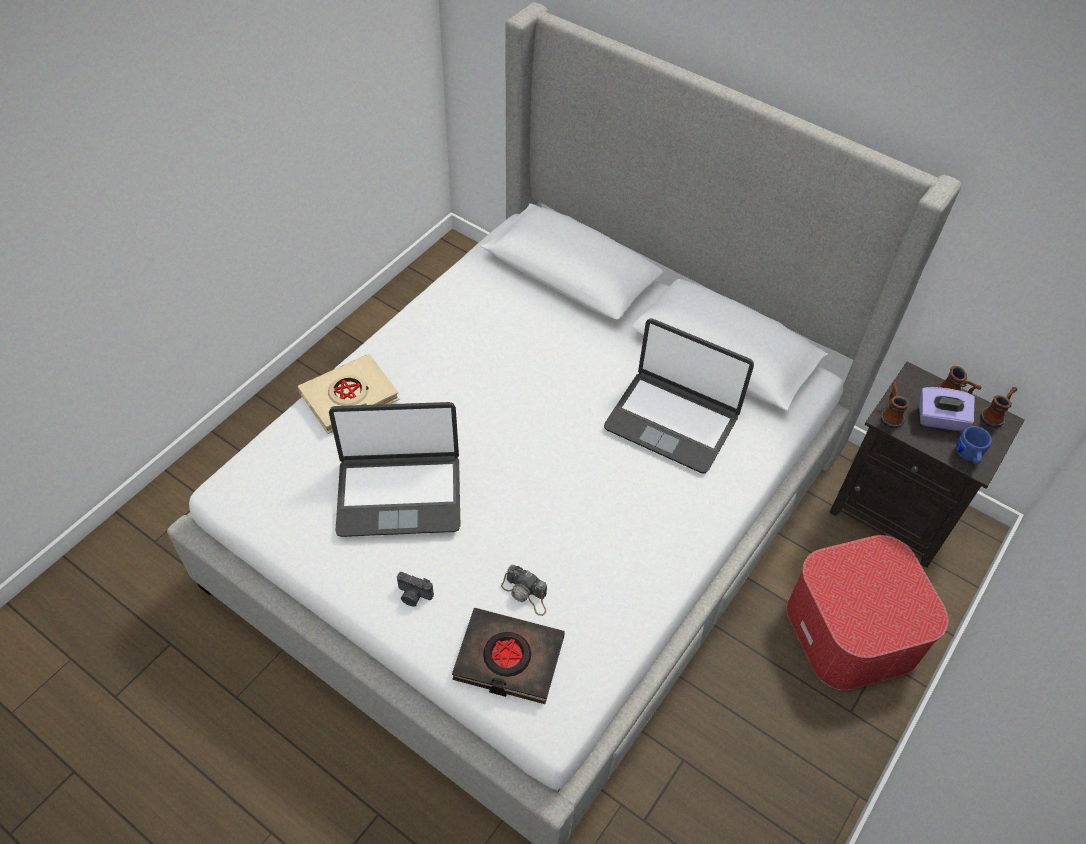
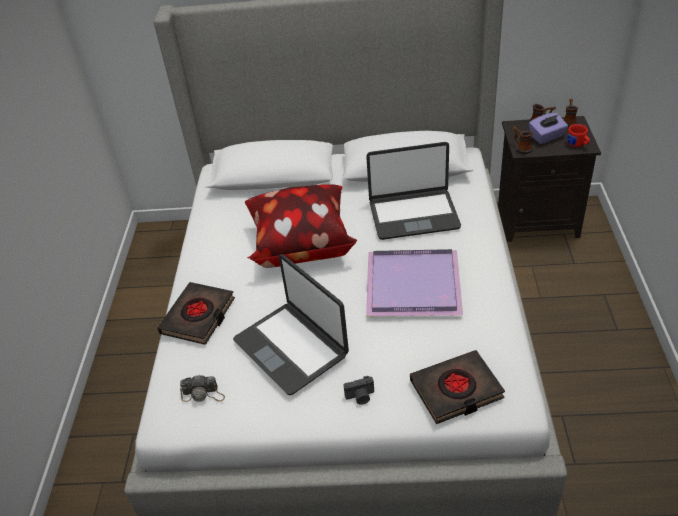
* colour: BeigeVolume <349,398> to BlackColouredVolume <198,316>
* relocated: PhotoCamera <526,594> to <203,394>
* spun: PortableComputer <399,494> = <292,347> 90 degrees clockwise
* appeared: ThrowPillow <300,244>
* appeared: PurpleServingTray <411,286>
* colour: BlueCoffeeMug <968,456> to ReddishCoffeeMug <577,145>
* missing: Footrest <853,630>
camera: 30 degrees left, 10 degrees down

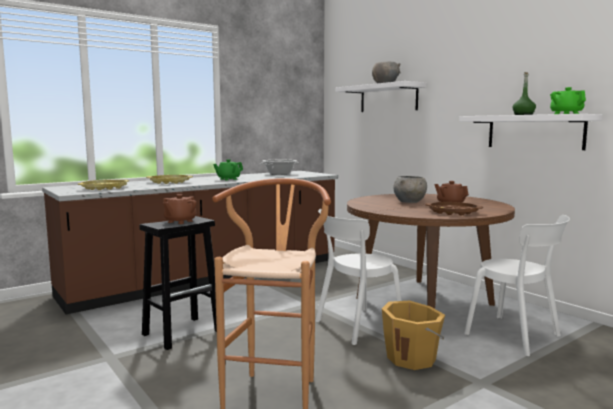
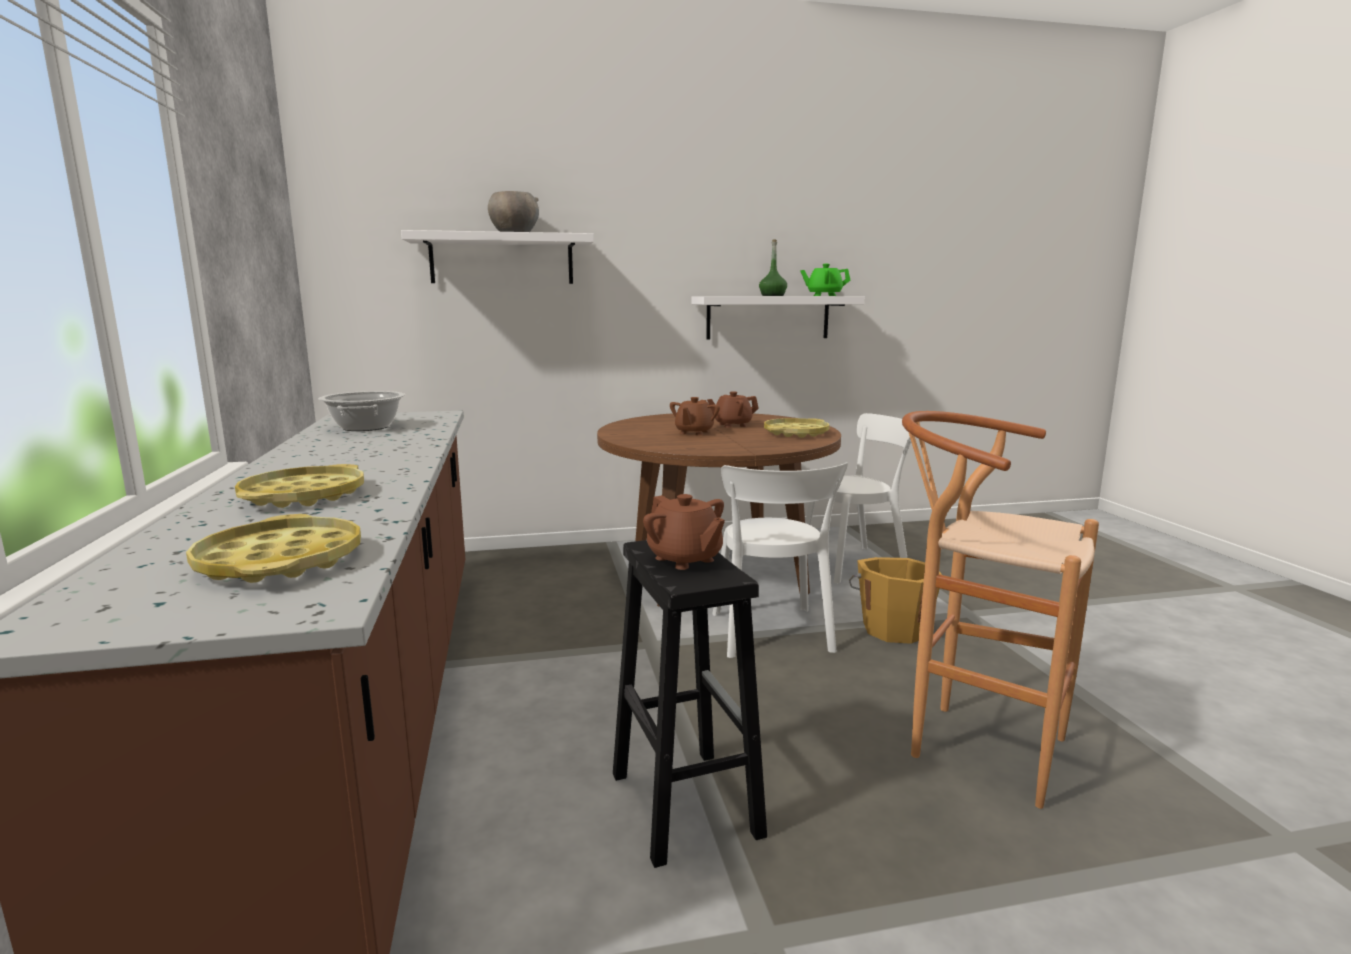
* exchanged: GreyishBowl <410,202> to BrownPotForTea <694,432>
* colour: BrownServingTray <453,212> to YellowColouredServingTray <796,433>
* missing: GreenPotForTea <228,179>
camera: 65 degrees left, 5 degrees up

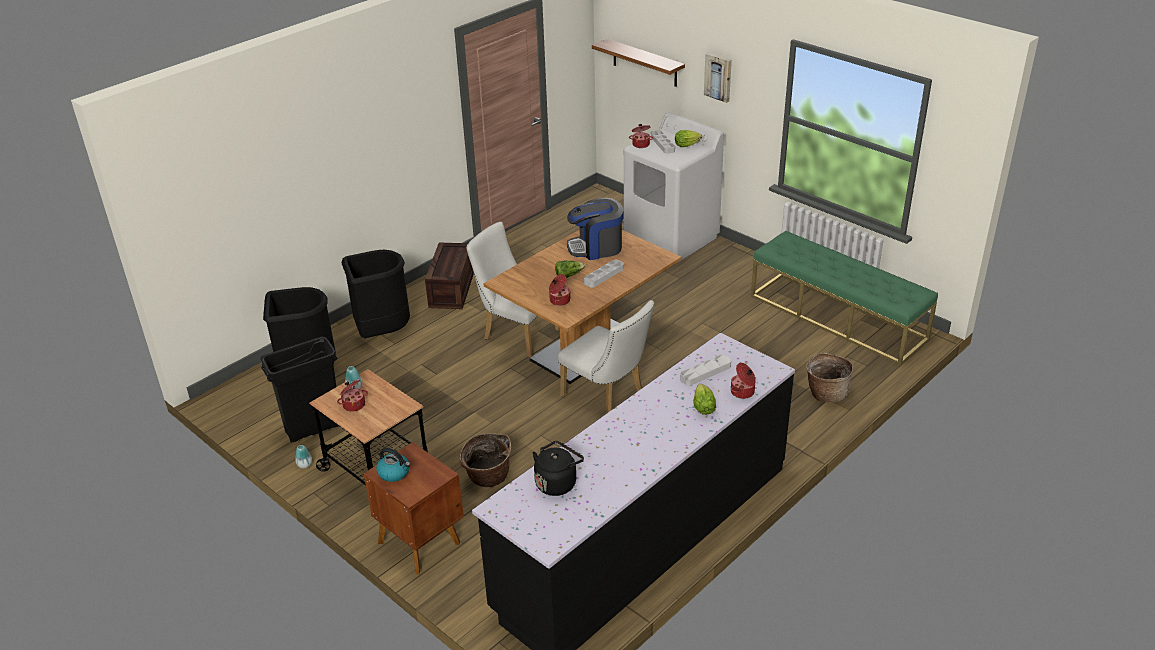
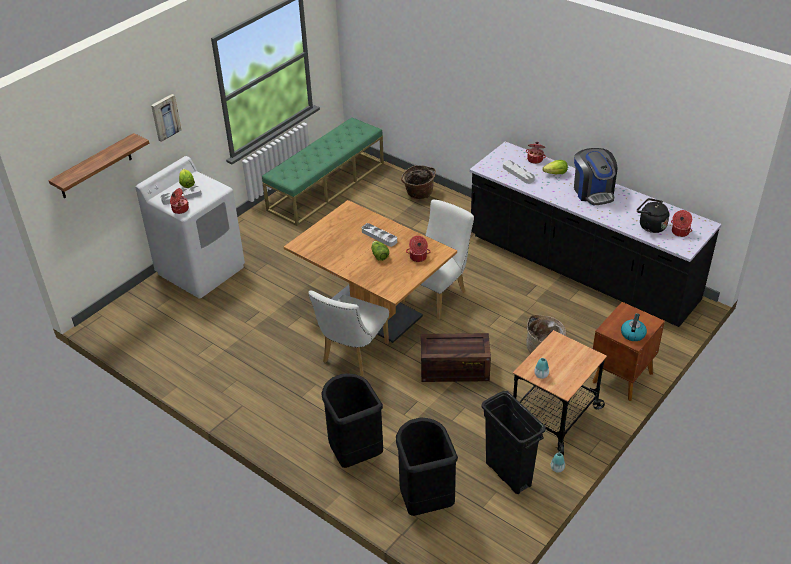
* relocated: PackingCrate <451,288> to <453,370>
* relocated: CoffeeMaker <596,248> to <593,192>
* relocated: Saucepot <353,404> to <679,232>
camera: 95 degrees left, 5 degrees up

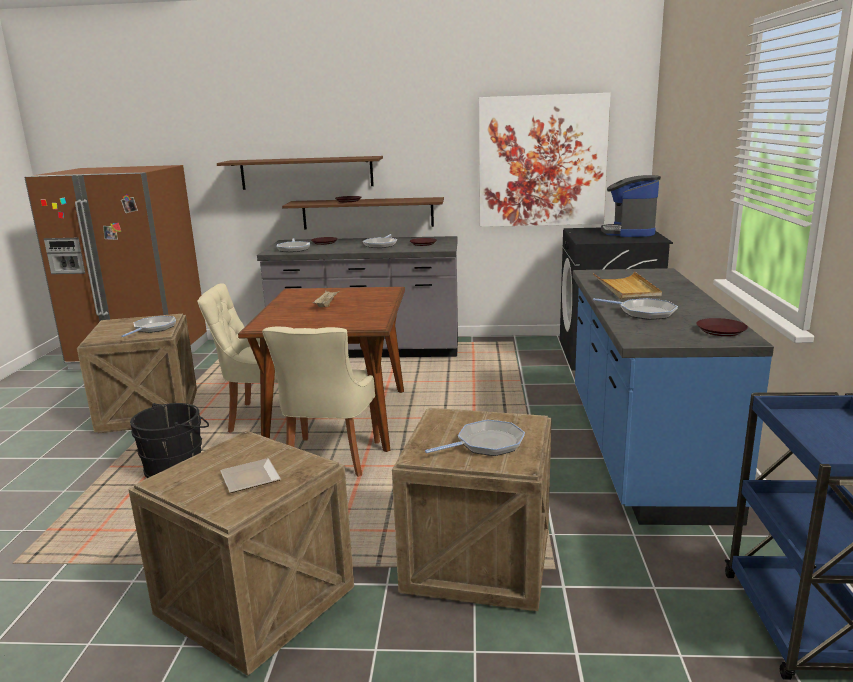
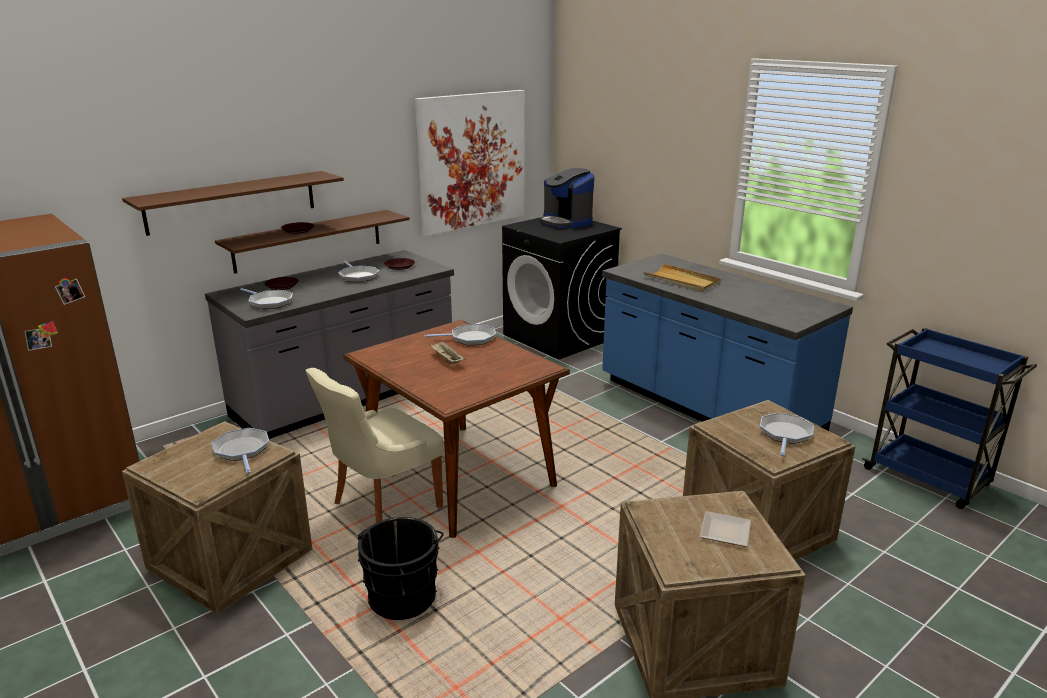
* relocated: Pan <644,313> to <470,338>
* missing: BeigeUprightChair <330,459>
* missing: BrownPlate <721,331>
camera: 45 degrees left, 5 degrees up

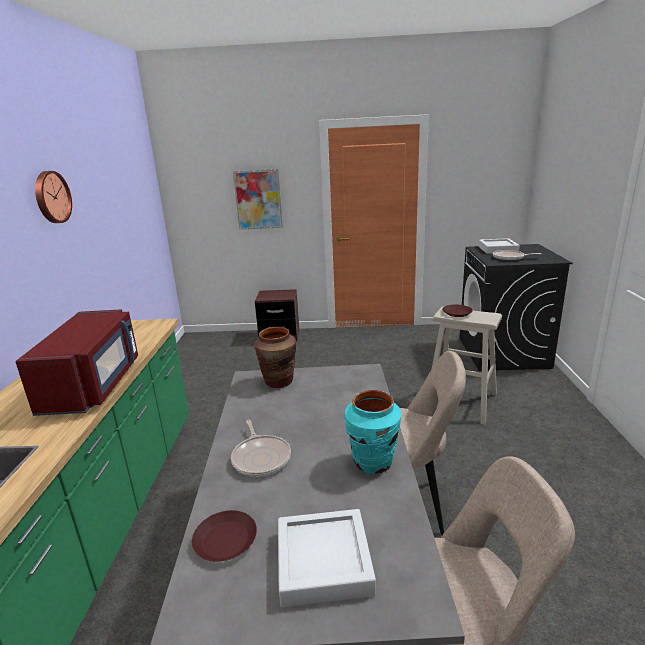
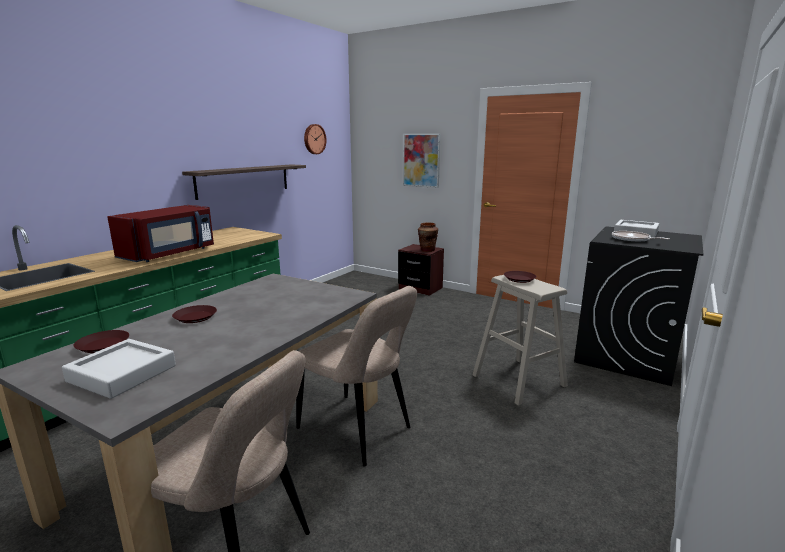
* exchanged: Pan <261,457> to BrownPlate <196,317>
* appeared: Shelf <244,180>
* relocated: ClockOnTheWall <51,197> to <314,139>
* relocated: BrownVase <278,381> to <427,250>
* missing: TurquoiseColouredVase <373,462>
camera: 30 degrees right, 5 degrees down

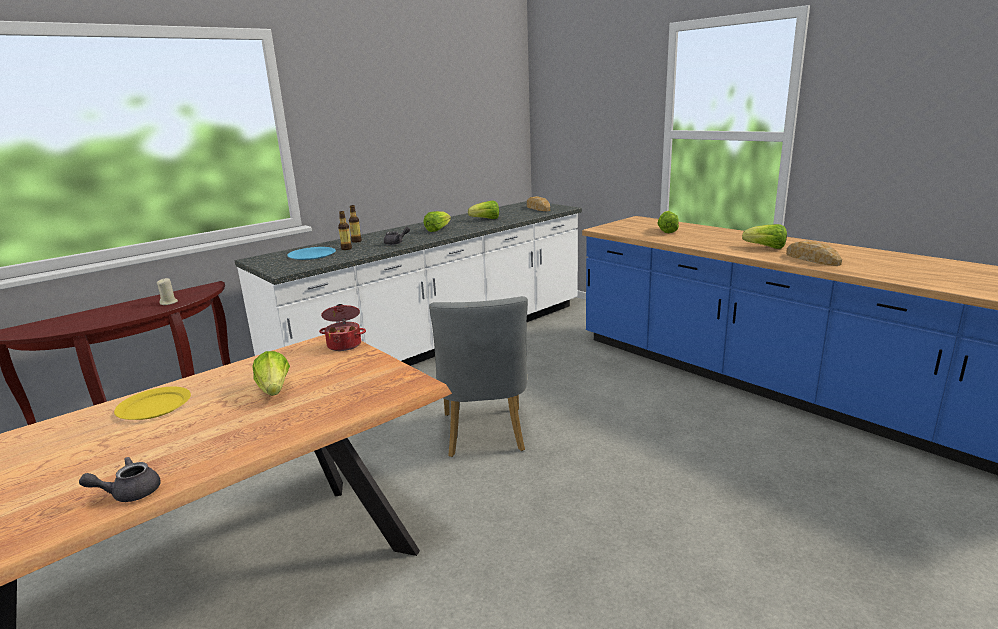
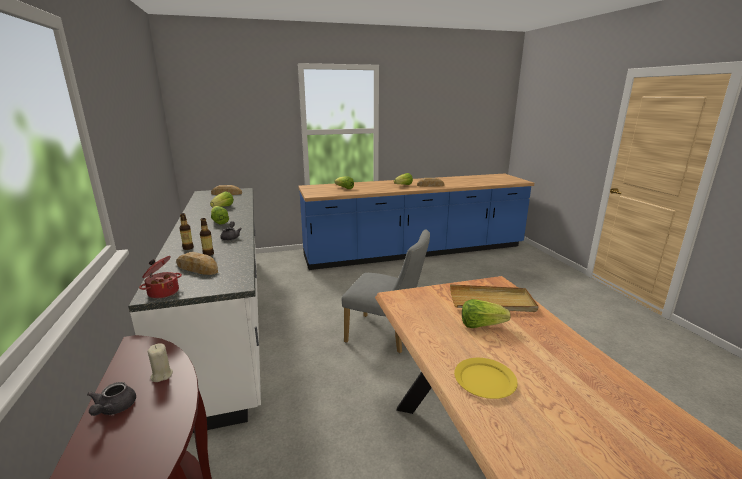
* relocated: GreyishPotForTea <129,493> to <113,409>
* relocated: Saucepot <345,344> to <163,292>
* exchanged: BluePlate <312,254> to Bread <197,268>
* appeared: BeigeServingTray <492,301>
camera: 65 degrees left, 0 degrees up

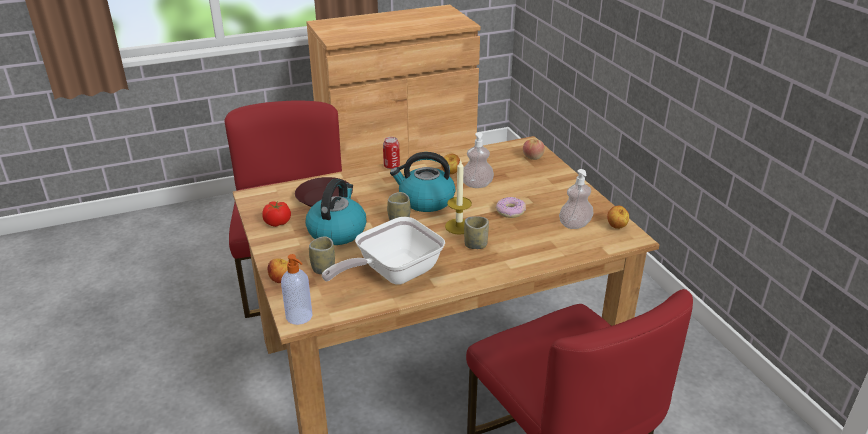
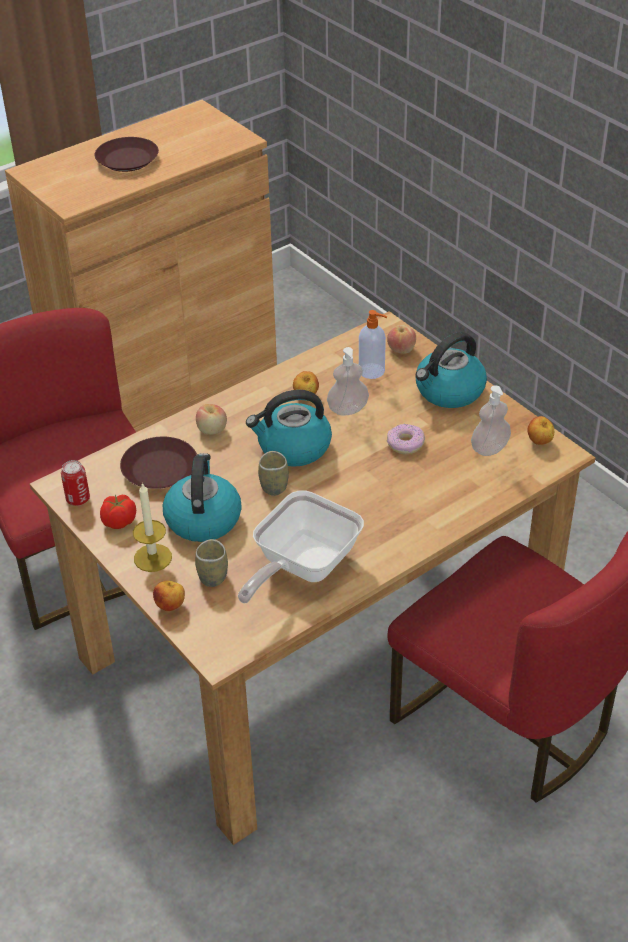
* relocated: MetalCan <391,166> to <78,499>
* appeared: BrownPlate <127,160>
* relocated: Candle <459,226> to <153,558>
* appeared: Apple <212,430>
* relocated: SoapDispenser <300,317> to <372,371>
* appeared: WaterKettle <449,391>
* missing: Cup <475,245>
camera: 15 degrees left, 10 degrees up

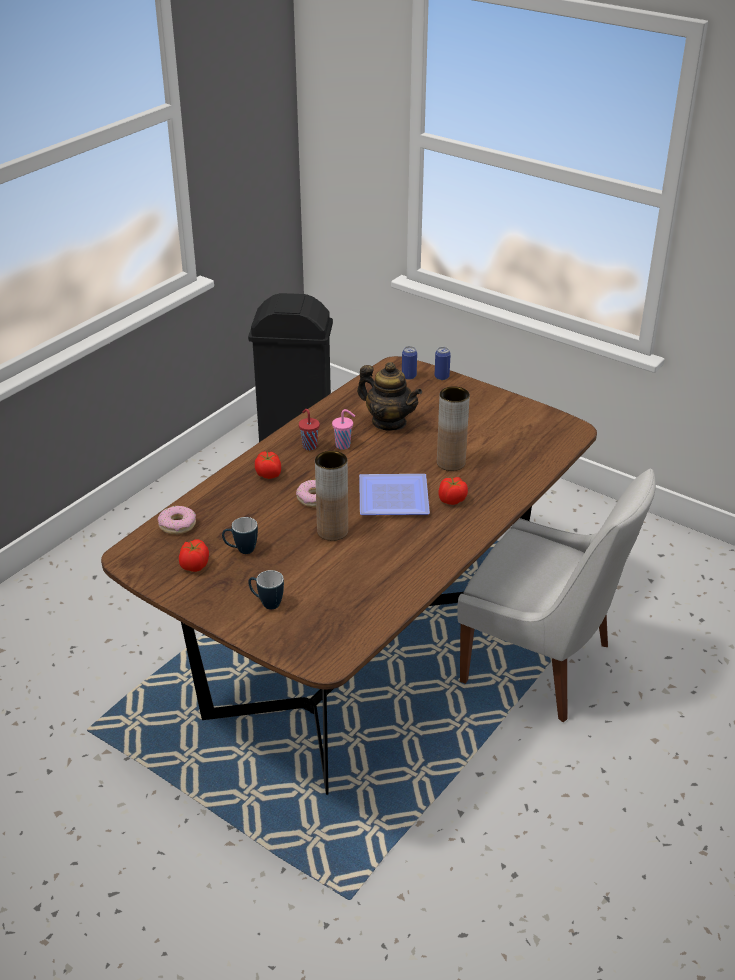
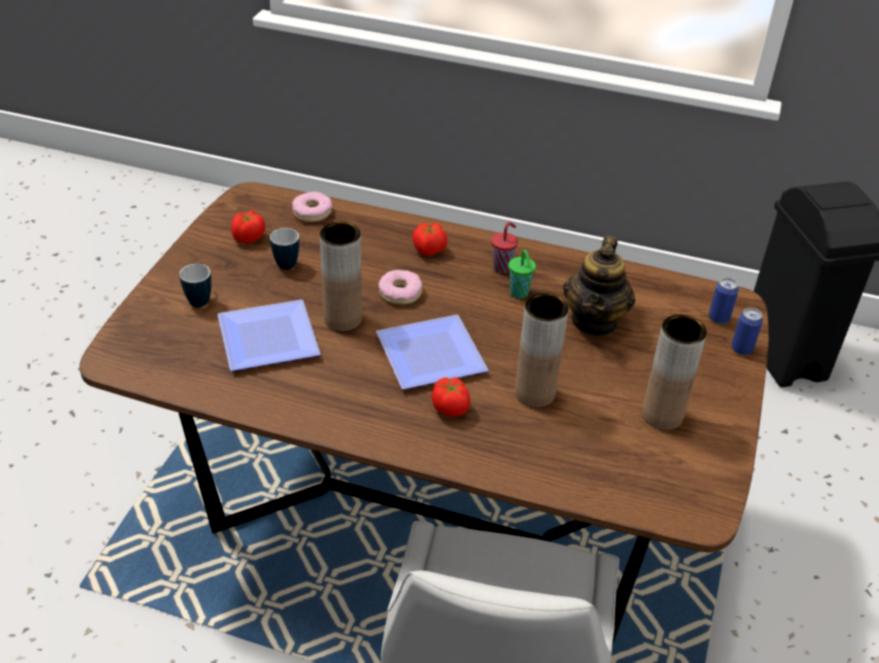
* appeared: Plate <272,340>
* colour: PinkCup <344,445> to GreenCup <519,293>
* appeared: BrownVase <662,415>
camera: 70 degrees right, 5 degrees up

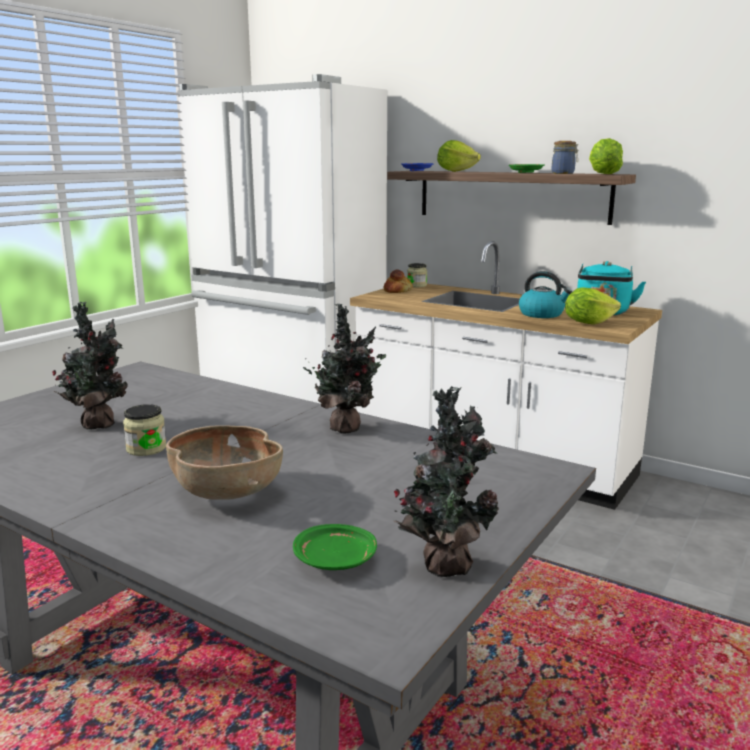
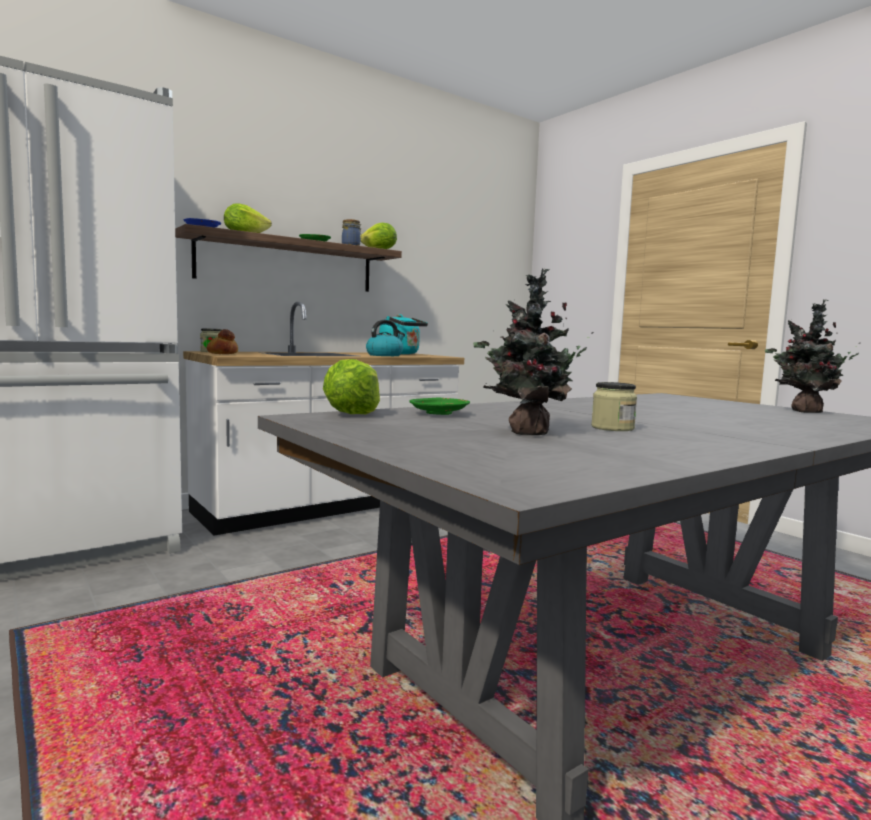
* relocated: LettuceHead <588,322> to <353,414>
* relocated: GreenPlate <336,560> to <439,413>
* missing: BrownBowl <226,492>
* missing: PlantInAPot <347,428>
camera: 70 degrees left, 10 degrees down

